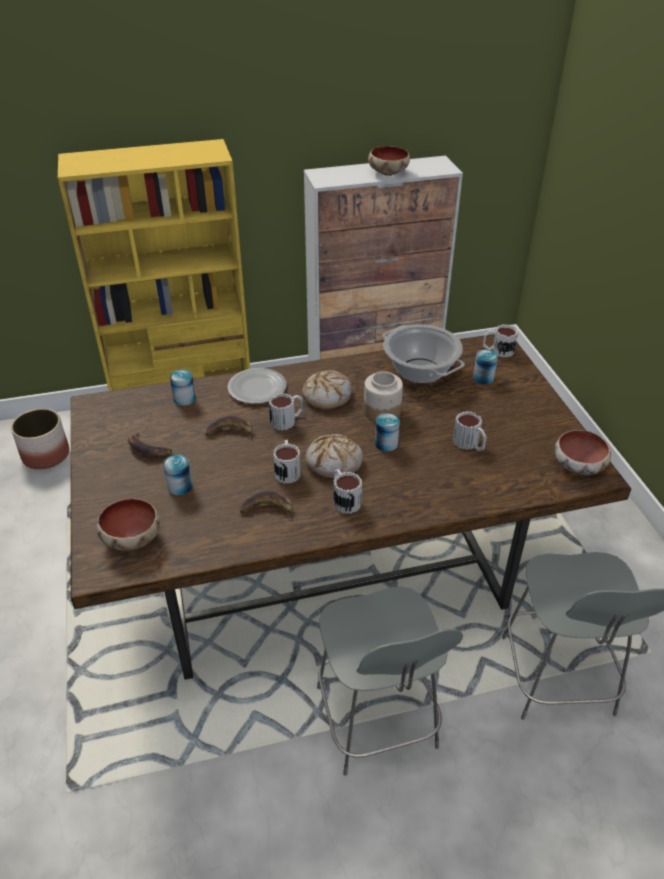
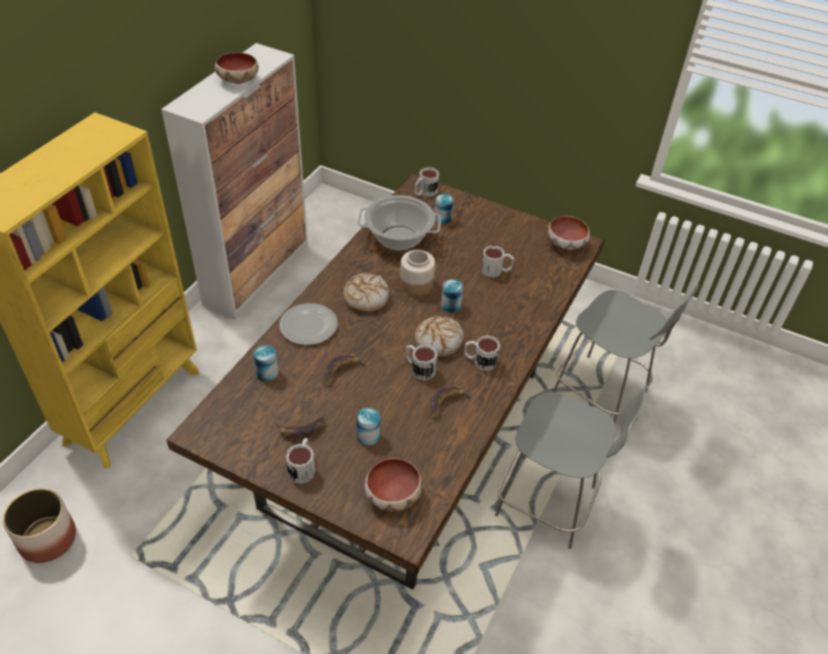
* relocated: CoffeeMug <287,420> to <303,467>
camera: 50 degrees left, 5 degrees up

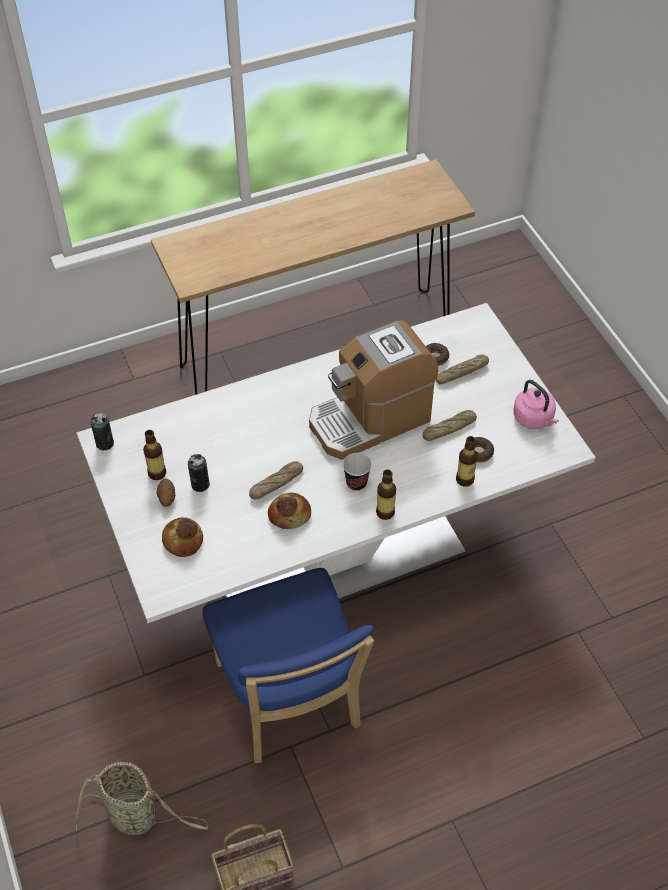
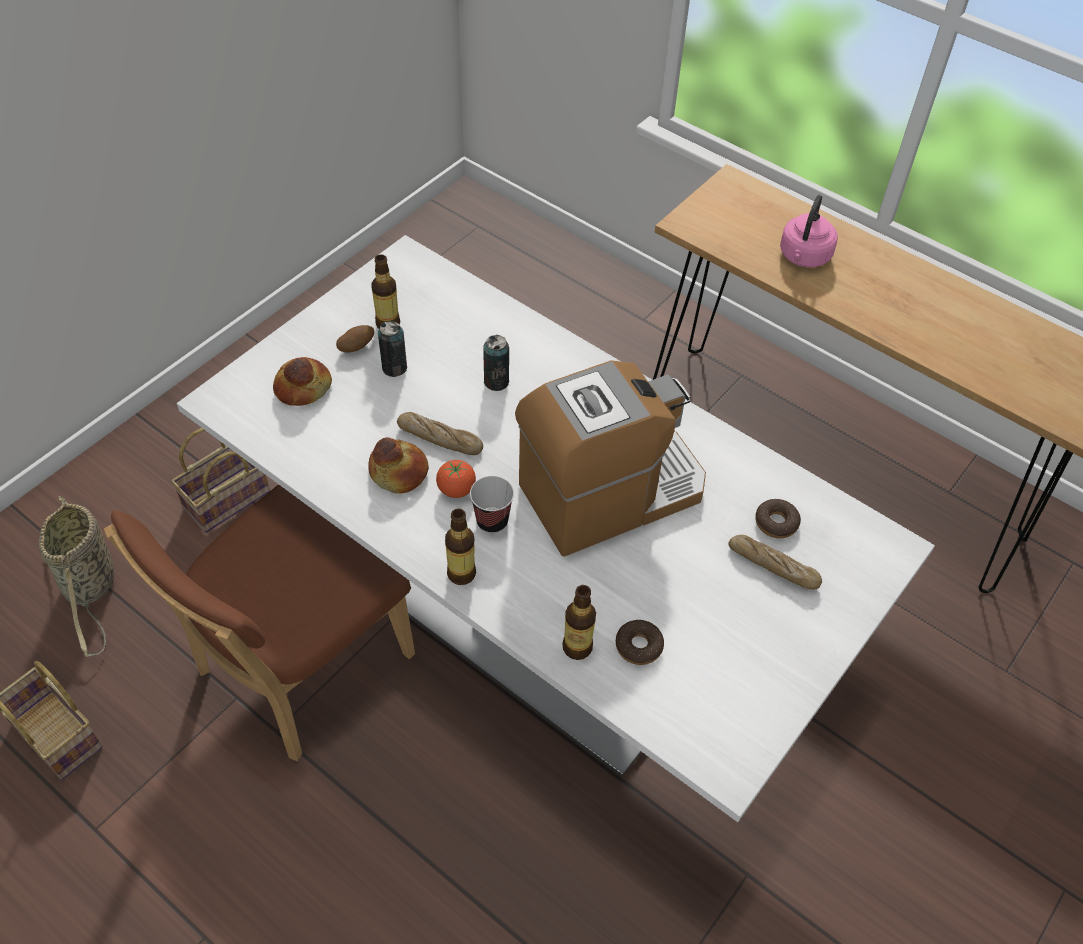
* colour: BlueUprightChair <290,701> to BrownUprightChair <297,669>
* appeared: HouseholdBasket <227,498>
* appeared: FreshTomato <456,489>
* relocated: MetalCan <105,443> to <496,382>
* spun: CoffeeMaker <370,419> = <610,492> 120 degrees clockwise
* relocated: PinkWaterKettle <534,419> to <803,257>
* missing: Bread <449,429>
camera: 60 degrees right, 0 degrees up

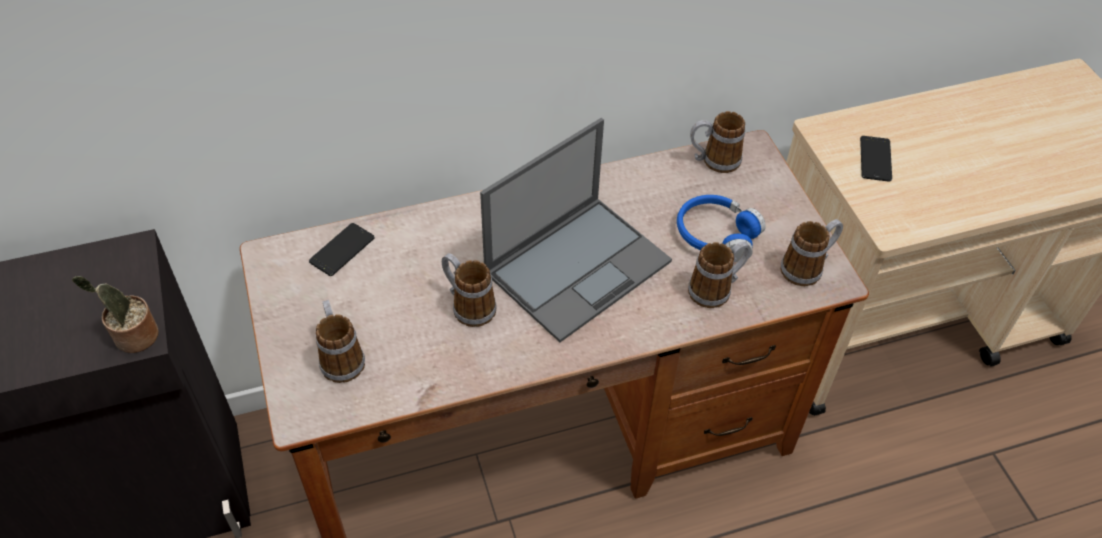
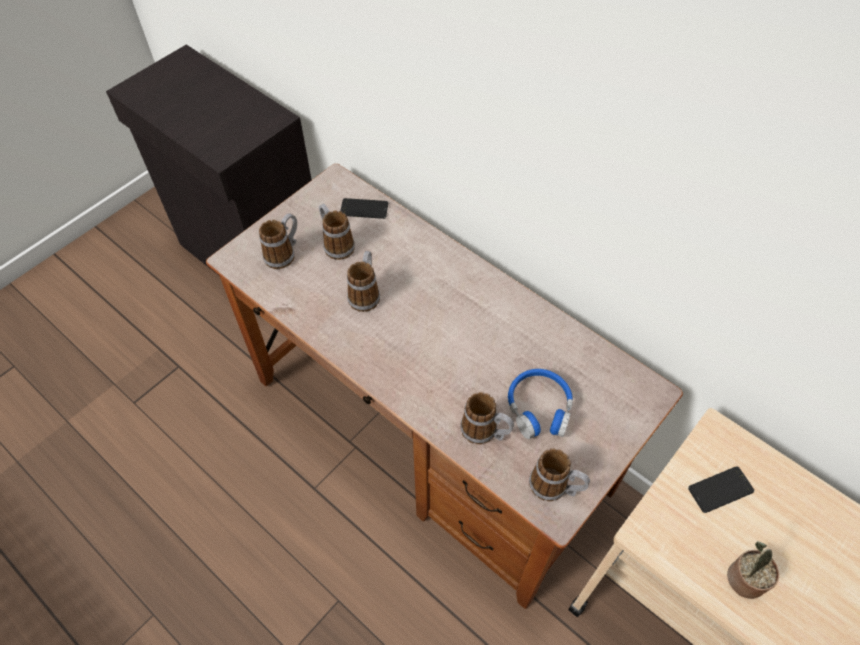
* relocated: CoffeeMug <713,161> to <336,244>
* relocated: PlantInAPot <133,337> to <743,578>
* missing: PortableComputer <579,265>
camera: 60 degrees right, 5 degrees up

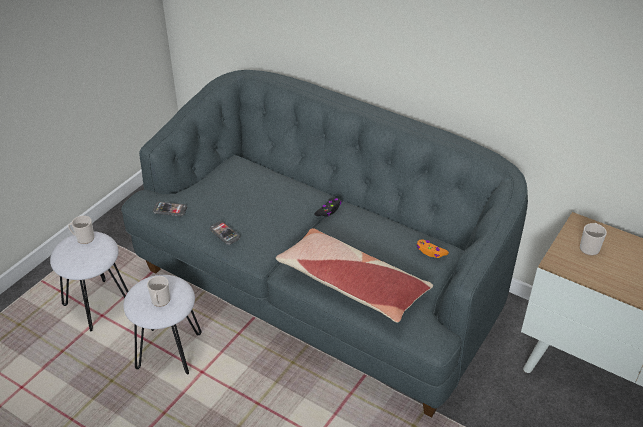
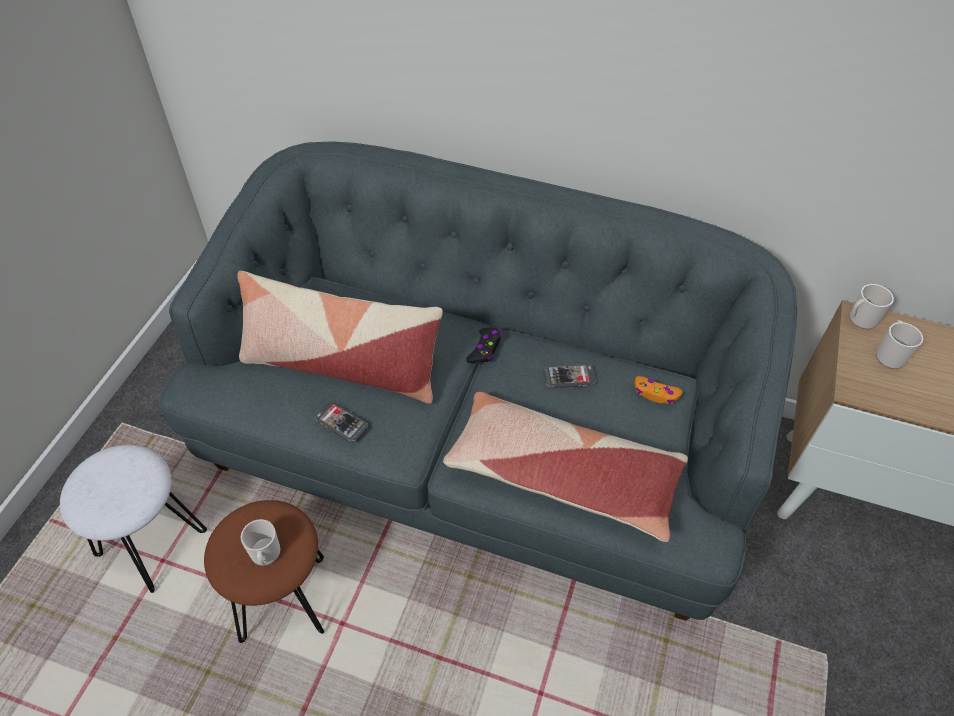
* colour: WhiteStool <169,351> to BrownStool <284,599>
* appeared: ThrowPillow <340,364>
* relocated: Phone <170,210> to <569,377>
* relocated: CoffeeMug <83,238> to <860,320>
camera: 15 degrees left, 10 degrees up

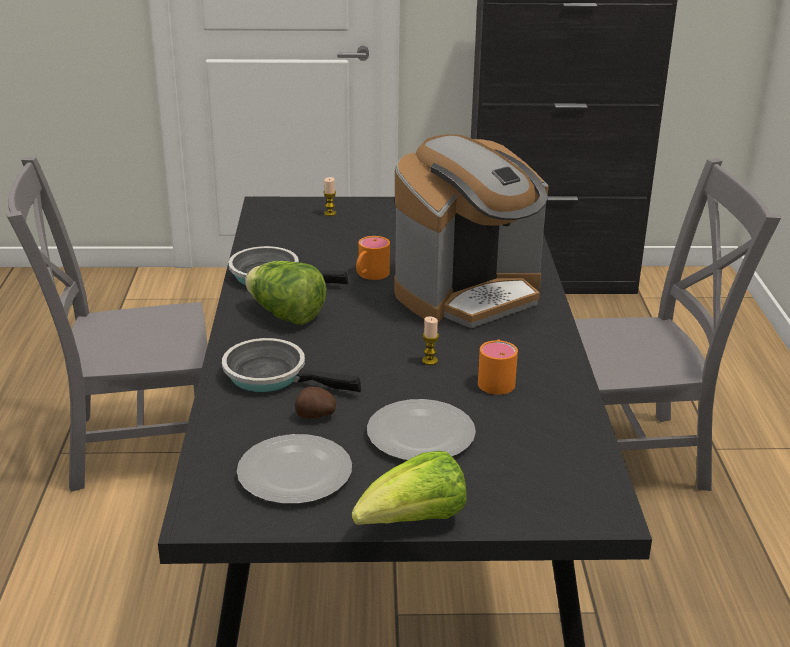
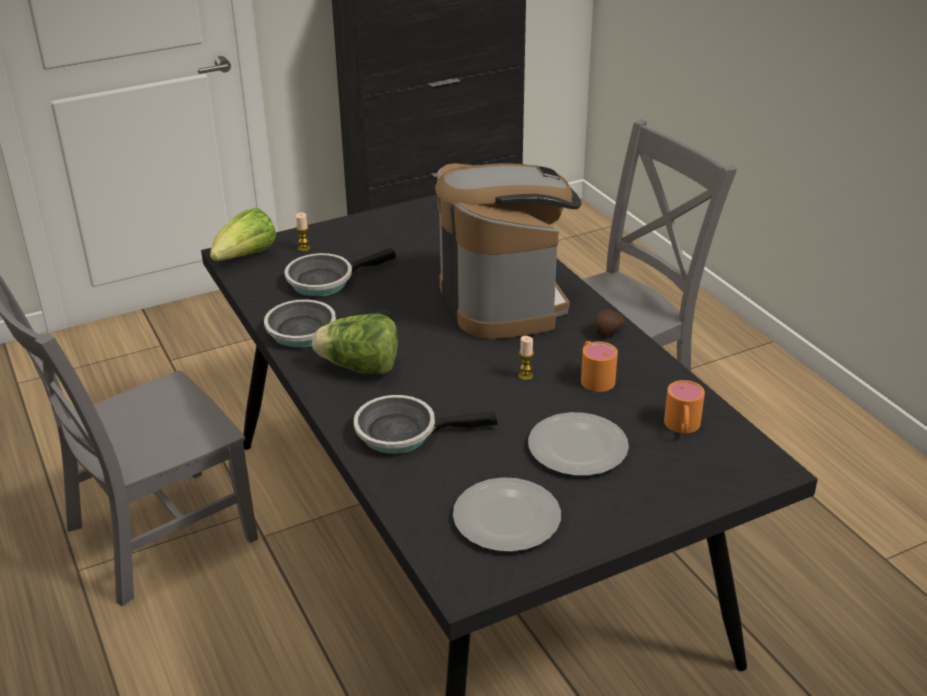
* relocated: LettuceHead <414,522> to <245,257>
* appeared: Pan <325,280>
* spun: CoffeeMaker <469,295> = <503,301> 45 degrees counterclockwise
* relocated: Potato <315,416> to <607,333>
* relocated: OrangeyCoffeeMug <369,275> to <682,427>
camera: 25 degrees left, 5 degrees up

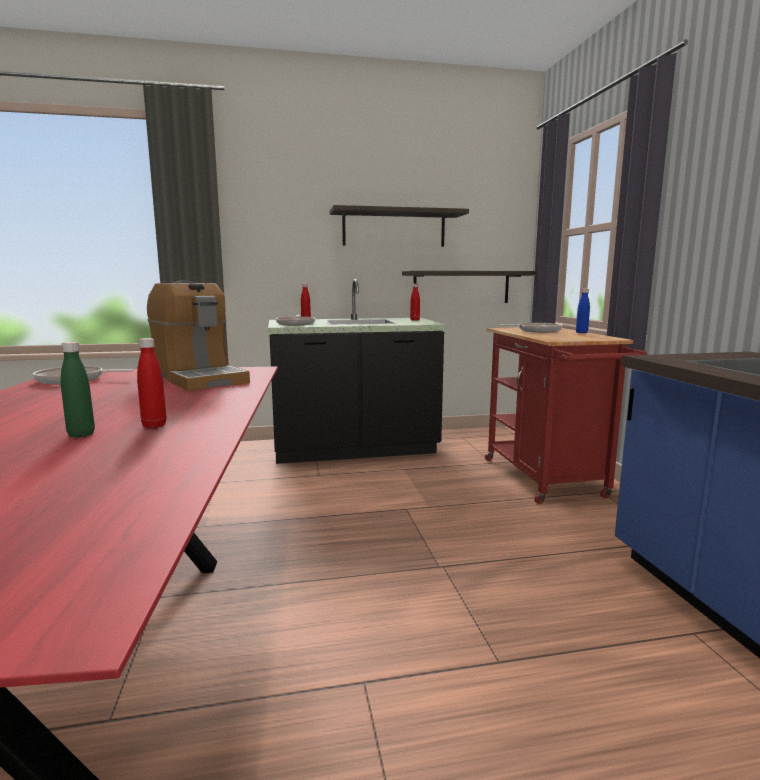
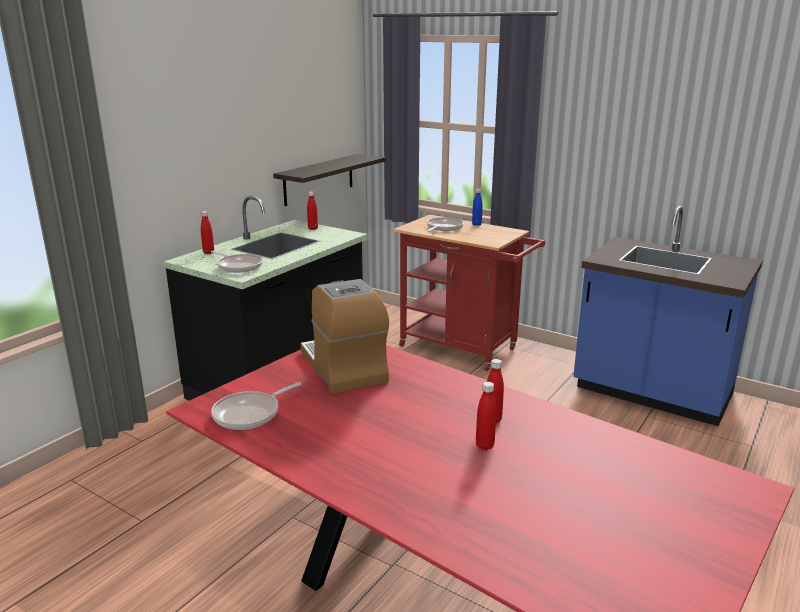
* spun: CoffeeMaker <198,378> = <343,368> 120 degrees counterclockwise
* colour: GreenBeverageBottle <81,434> to ReddishBeverageBottle <484,446>
* missing: Shelf <394,229>
camera: 45 degrees left, 10 degrees up

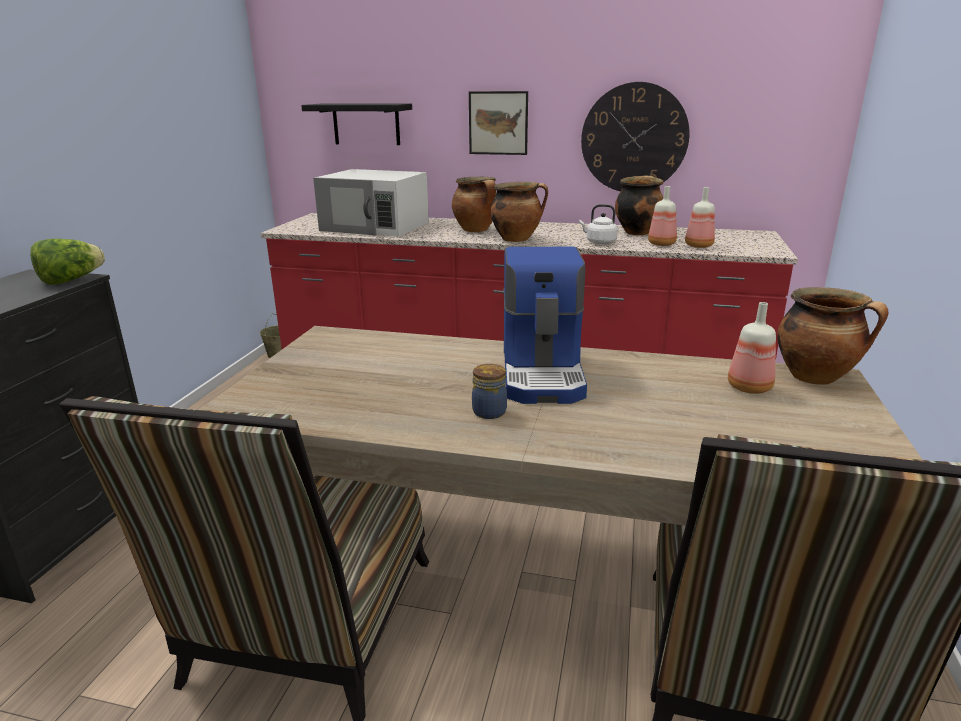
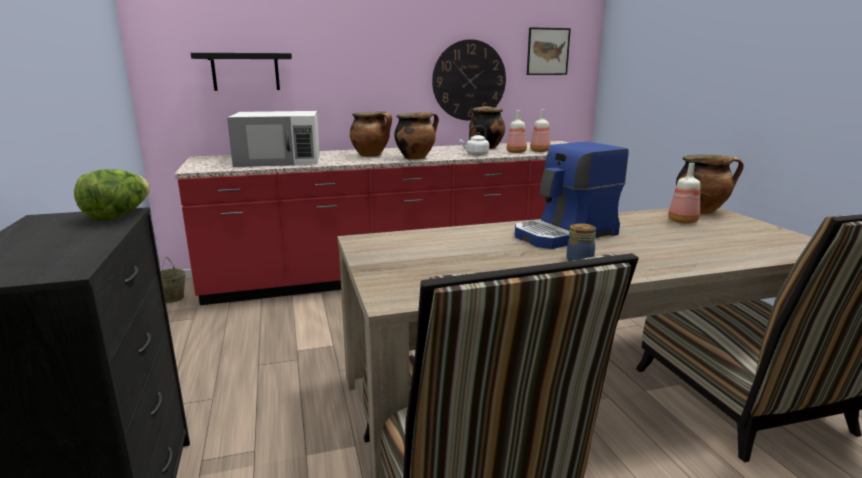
* spun: CoffeeMaker <543,374> = <566,235> 90 degrees clockwise
* relocated: Picture <498,123> to <548,51>
camera: 30 degrees left, 5 degrees down

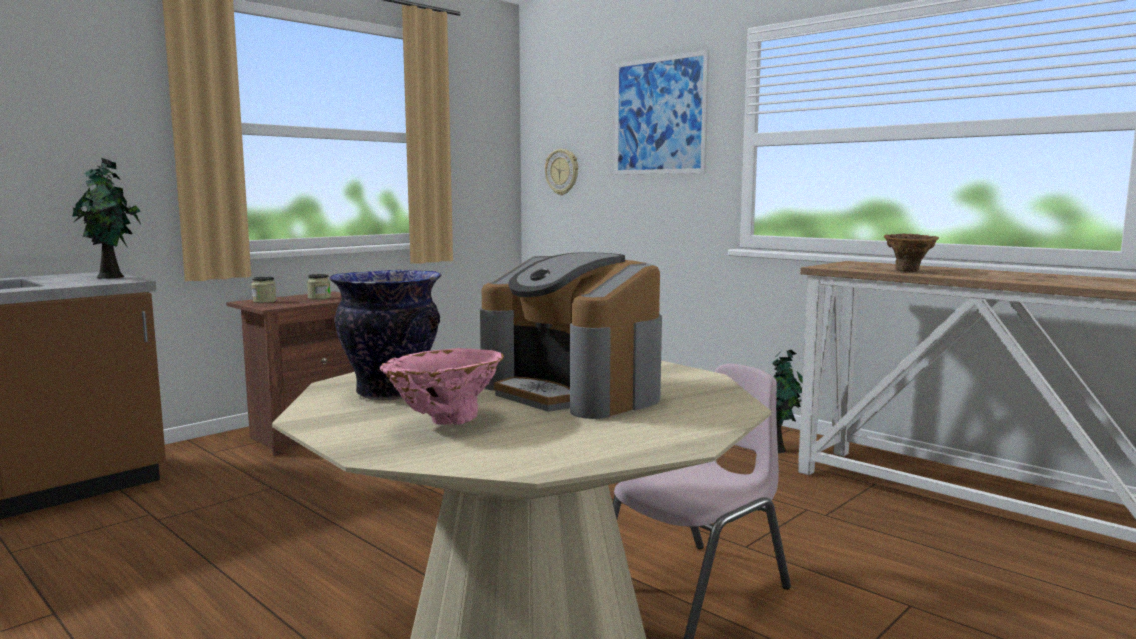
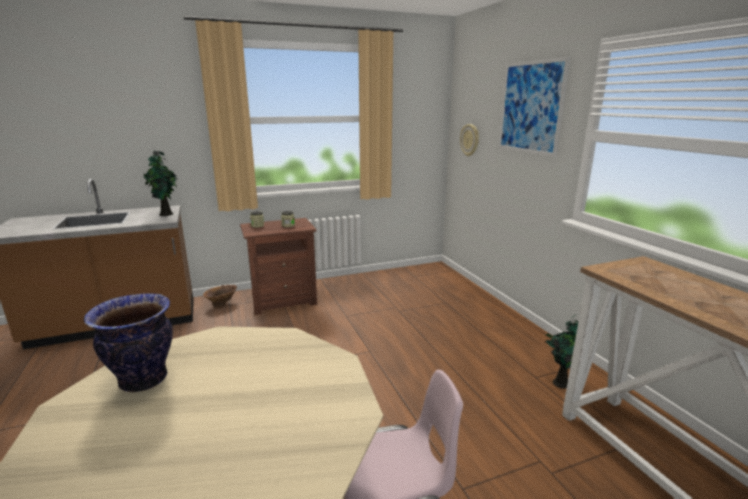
* relocated: BrownVase <909,270> to <222,304>
* missing: PinkVase <443,421>
* missing: CoffeeMaker <573,391>
camera: 25 degrees right, 10 degrees up

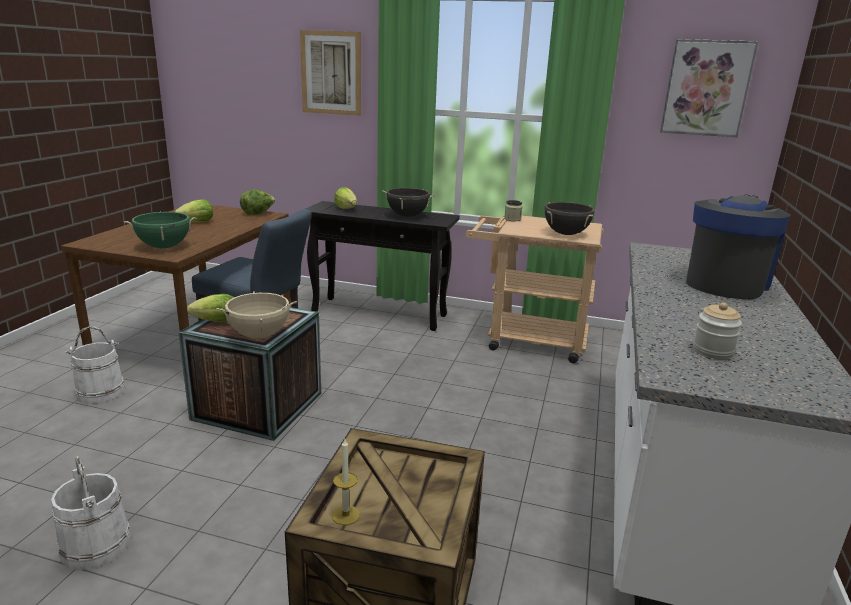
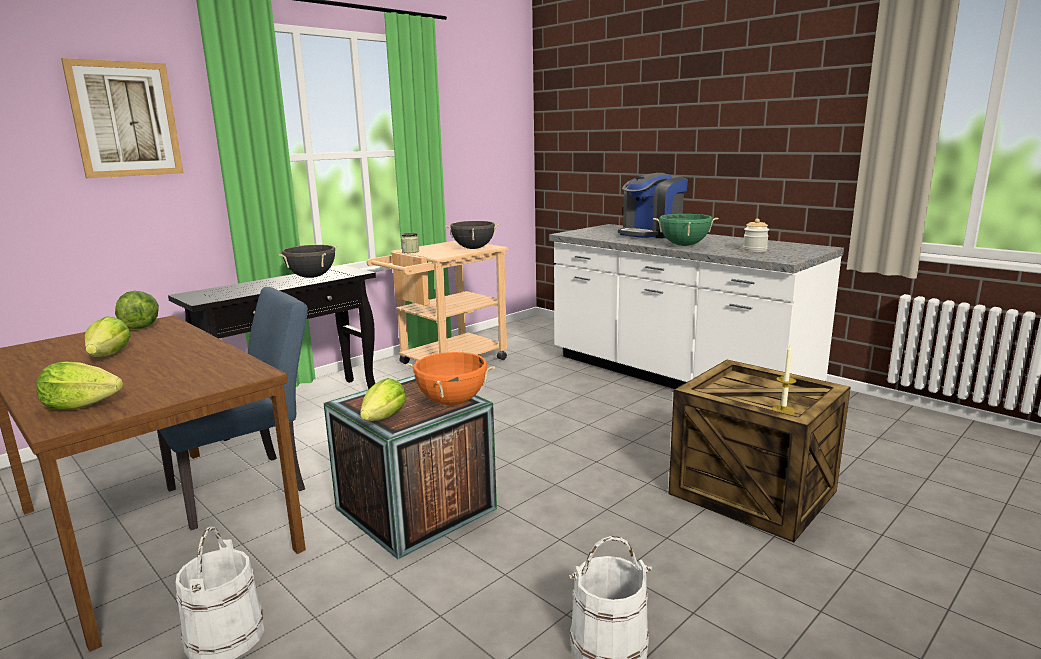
* relocated: LettuceHead <346,209> to <81,406>
* colour: BeigeSaucepot <259,335> to OrangeySaucepot <452,402>
* spun: CoffeeMaker <725,283> = <651,234> 105 degrees counterclockwise
* relocated: GreenSaucepot <164,247> to <684,245>
* missing: Picture <706,88>
camera: 60 degrees left, 5 degrees down

